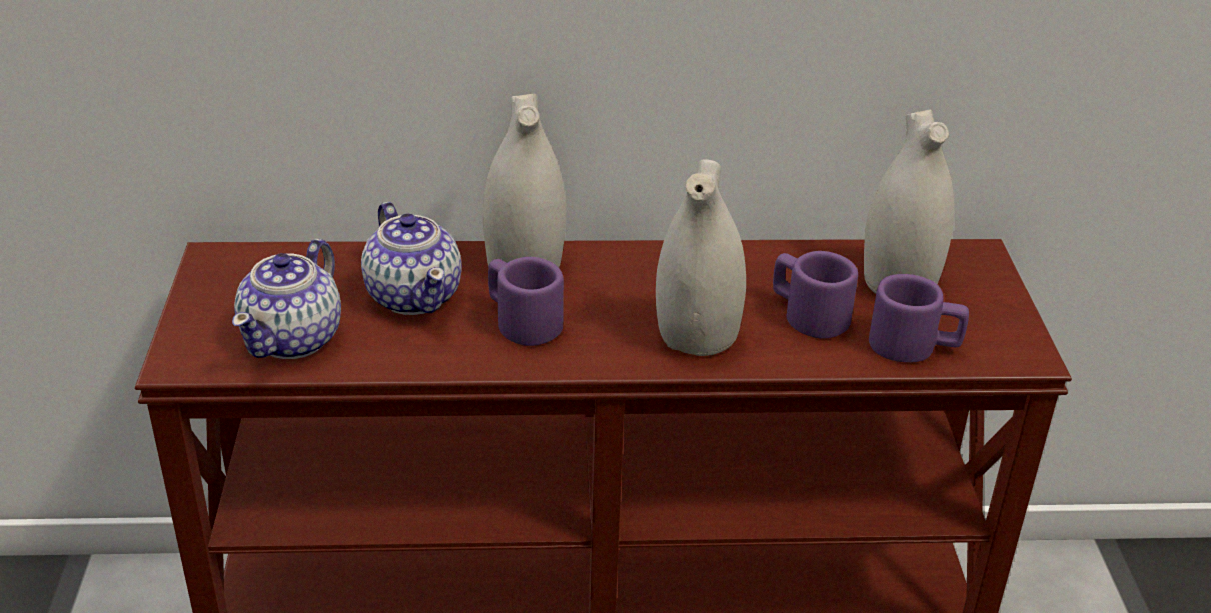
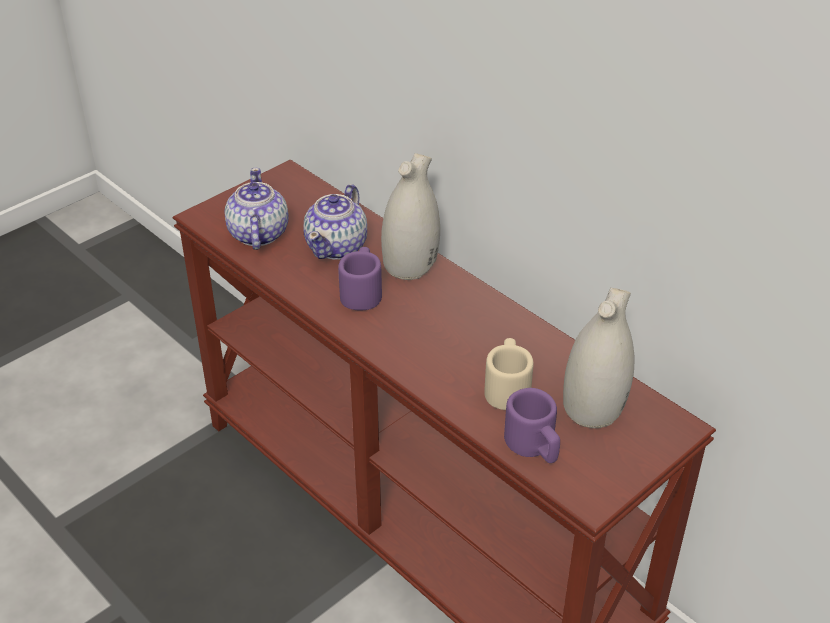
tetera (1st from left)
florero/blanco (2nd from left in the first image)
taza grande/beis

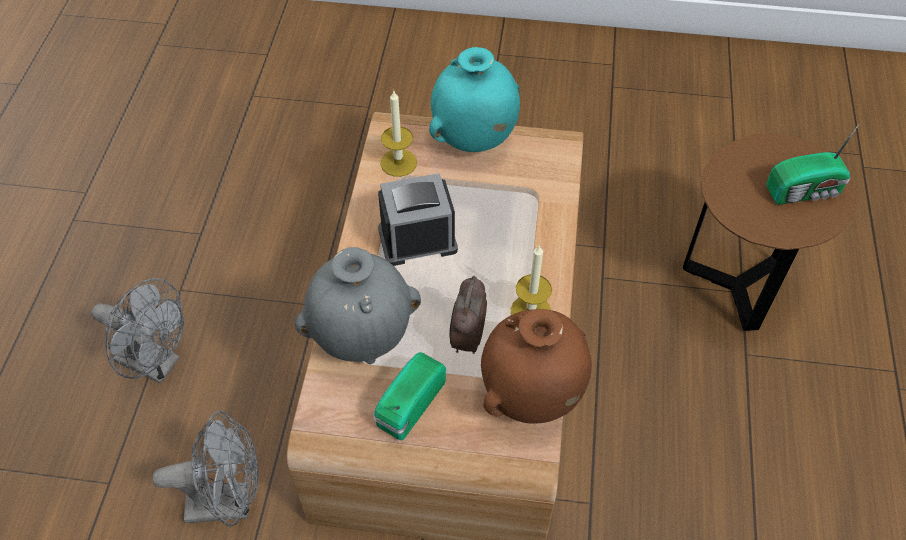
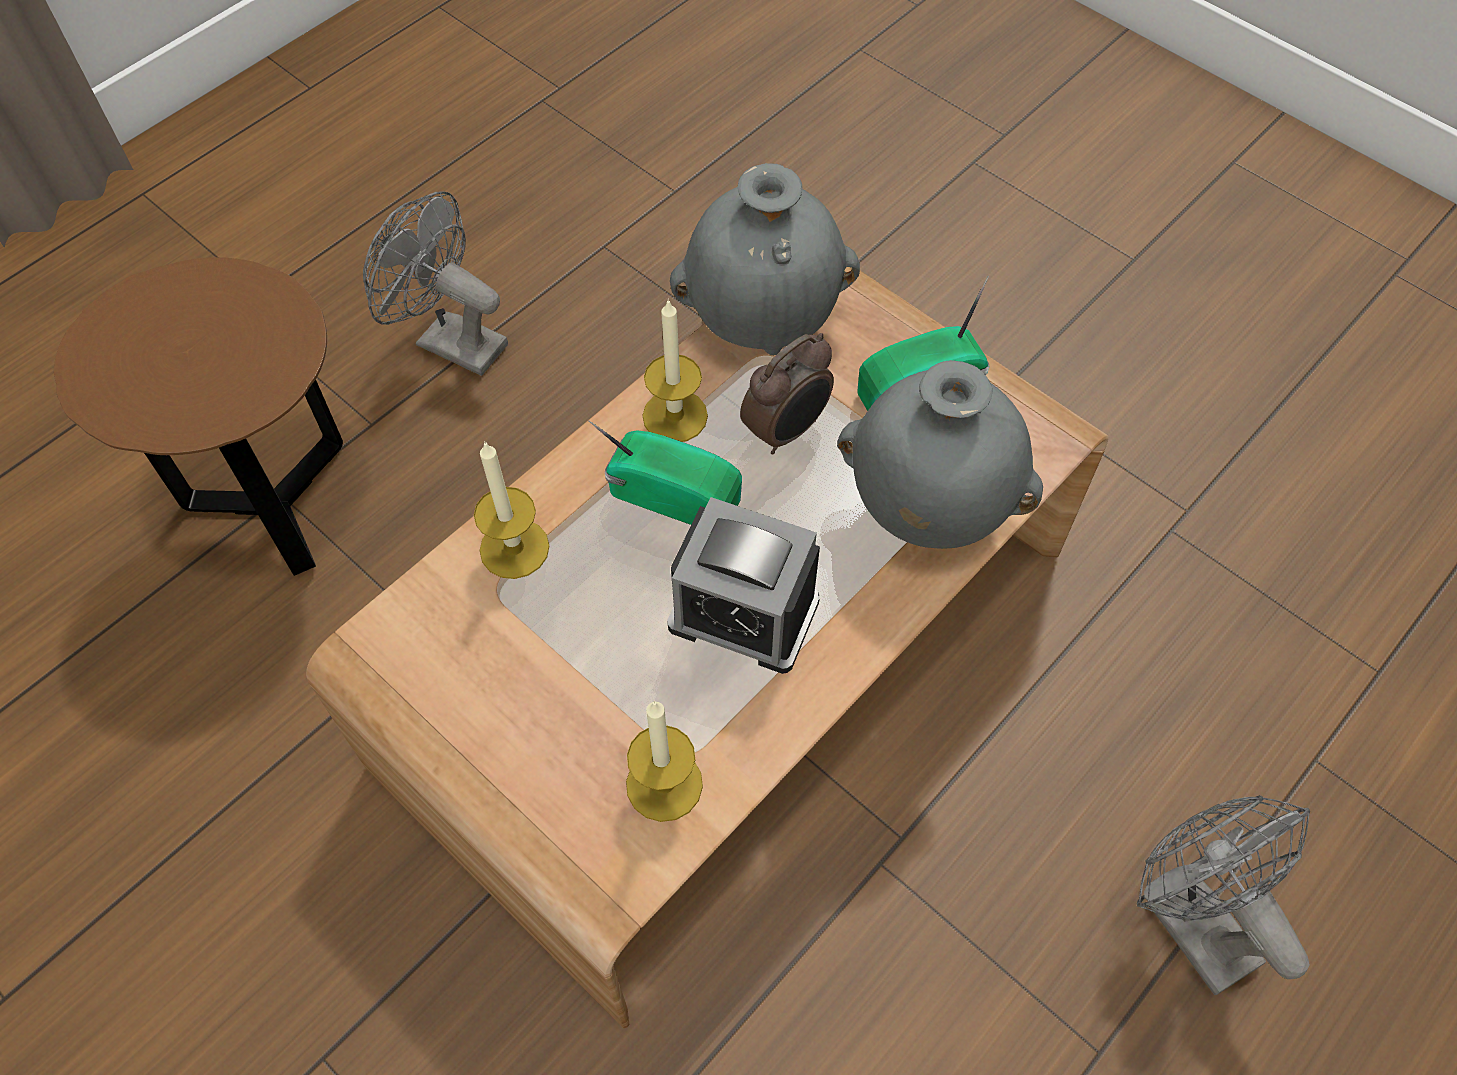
ventilador/gris (1st from left)
florero/turquesa
florero/gris (1st from left)
radio (1st from left)
vela (1st from left)

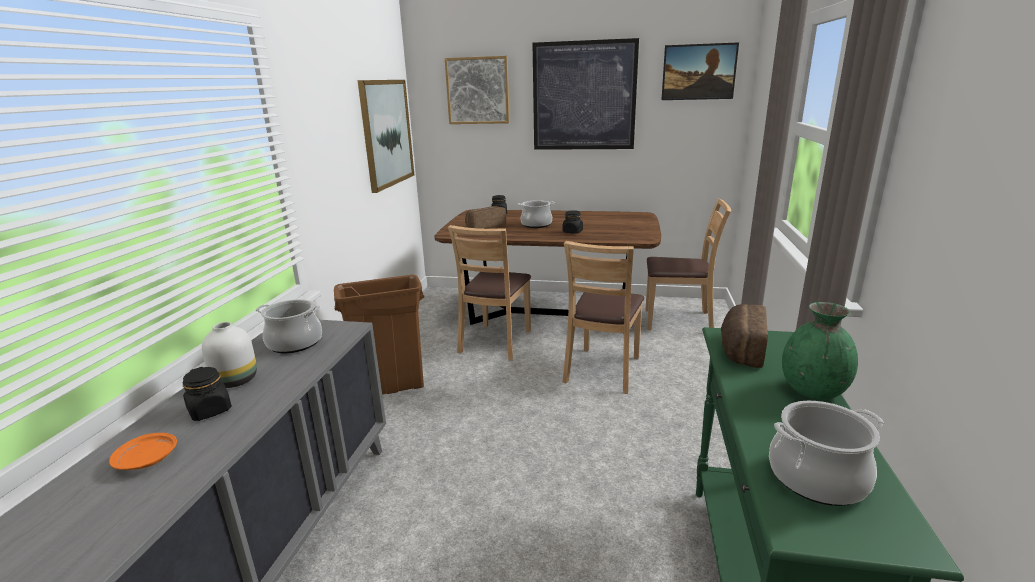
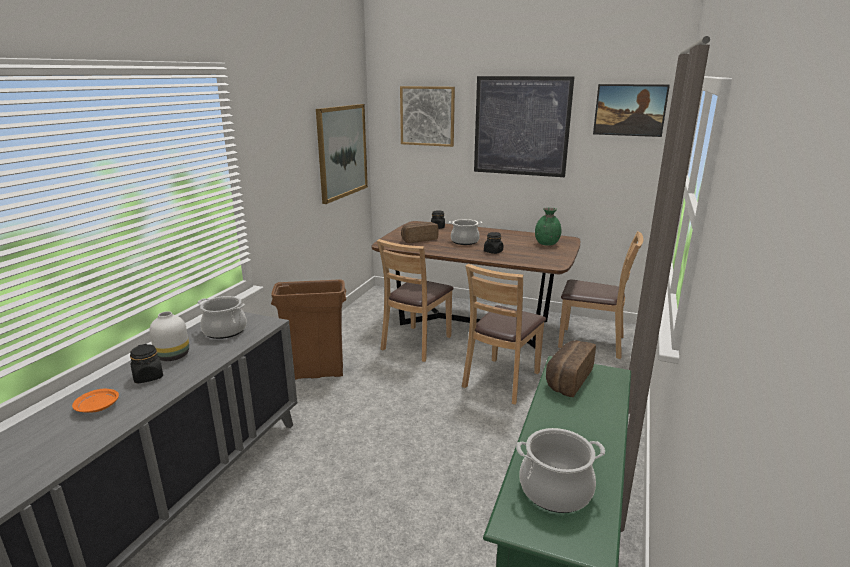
florero/verde

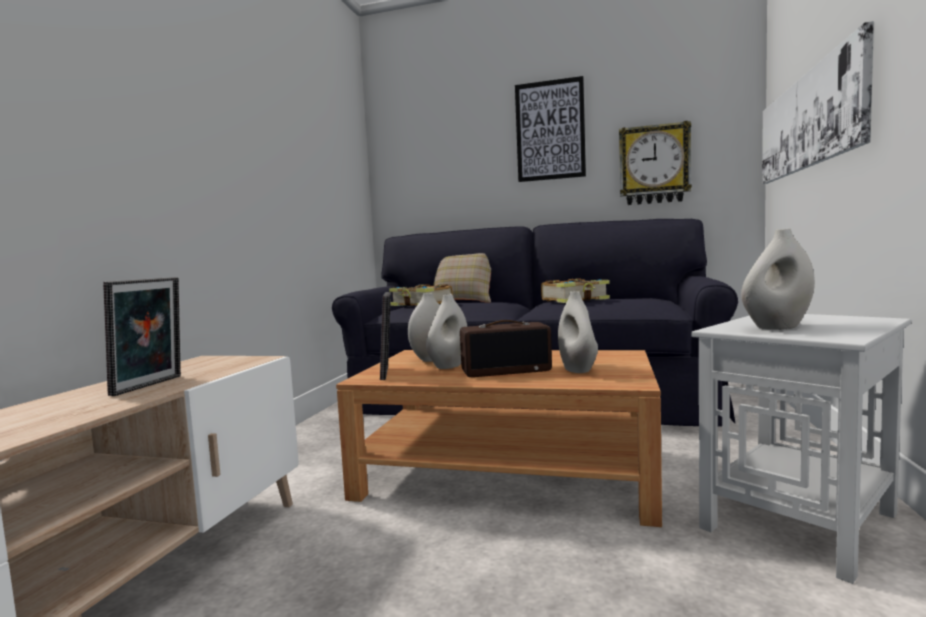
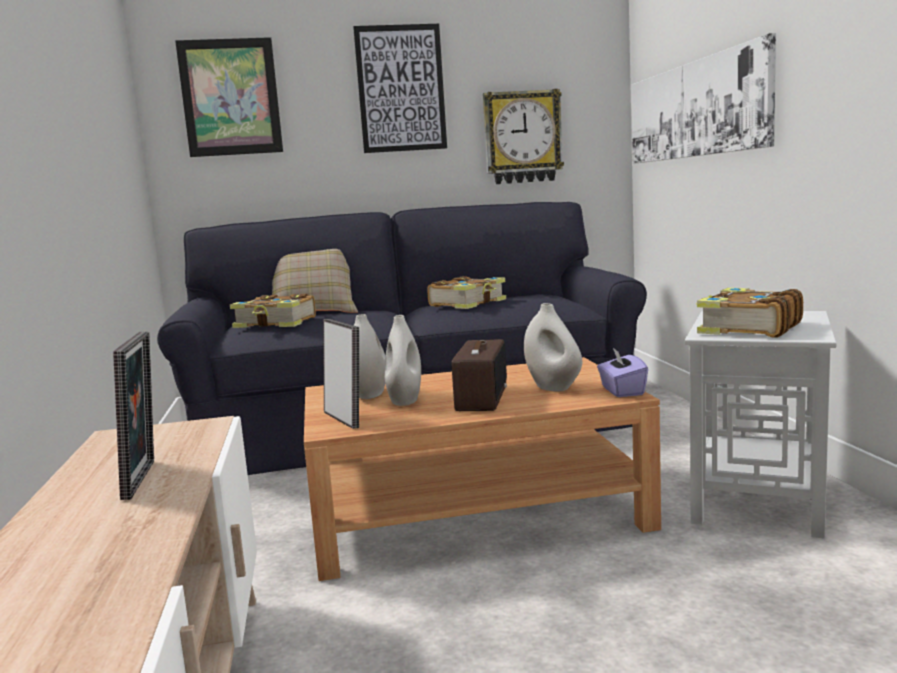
radio
libro (3rd from left)
cuadro (1st from left)
caja de pañuelos/morado

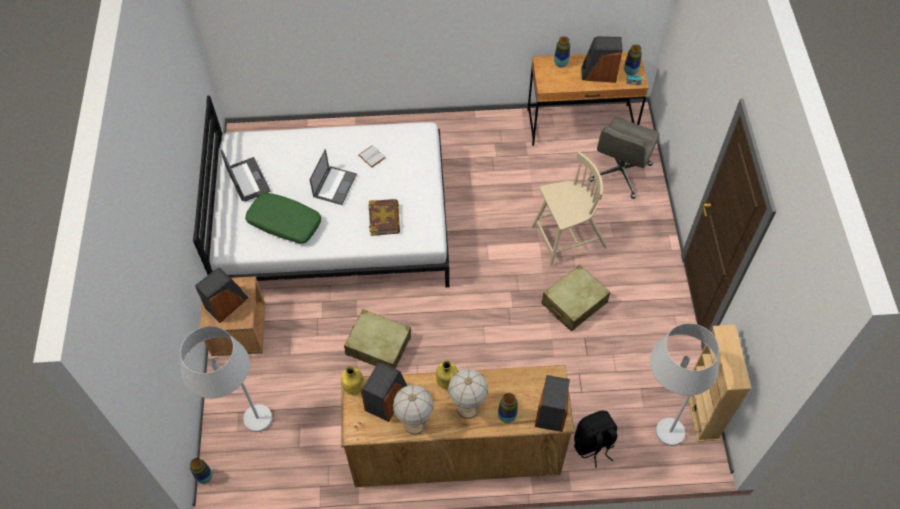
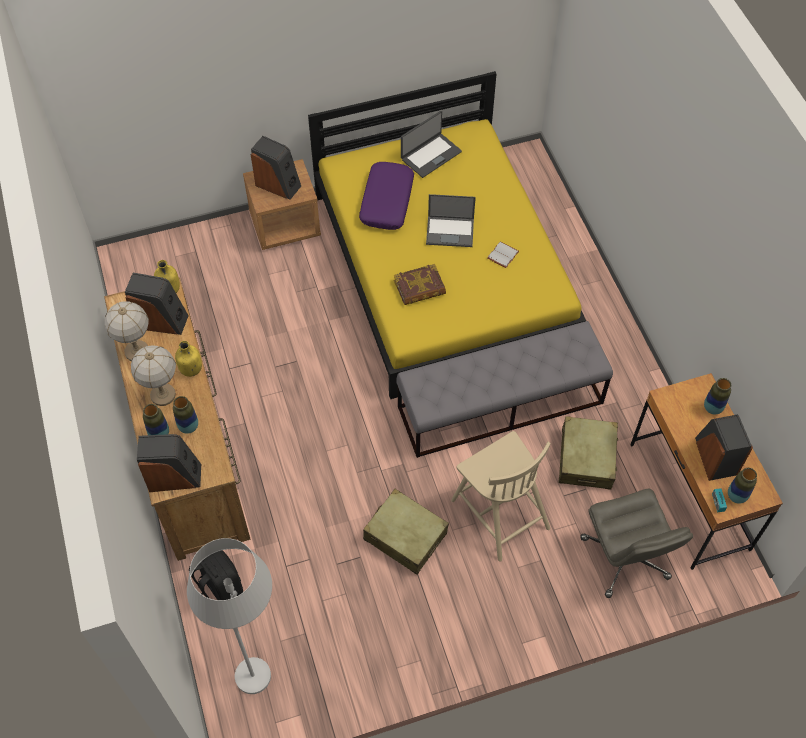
lámpara de pie/blanco (1st from left in the first image)
florero (2nd from left)
cama/amarillo
cojín/morado
maleta/beis (2nd from left)
silla de oficina/gris
estantería/beis
banco/gris

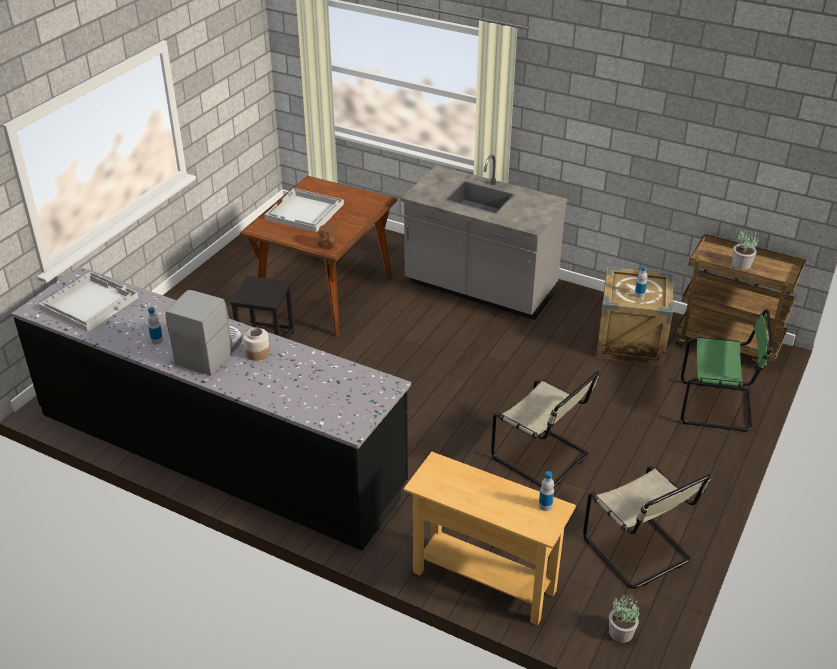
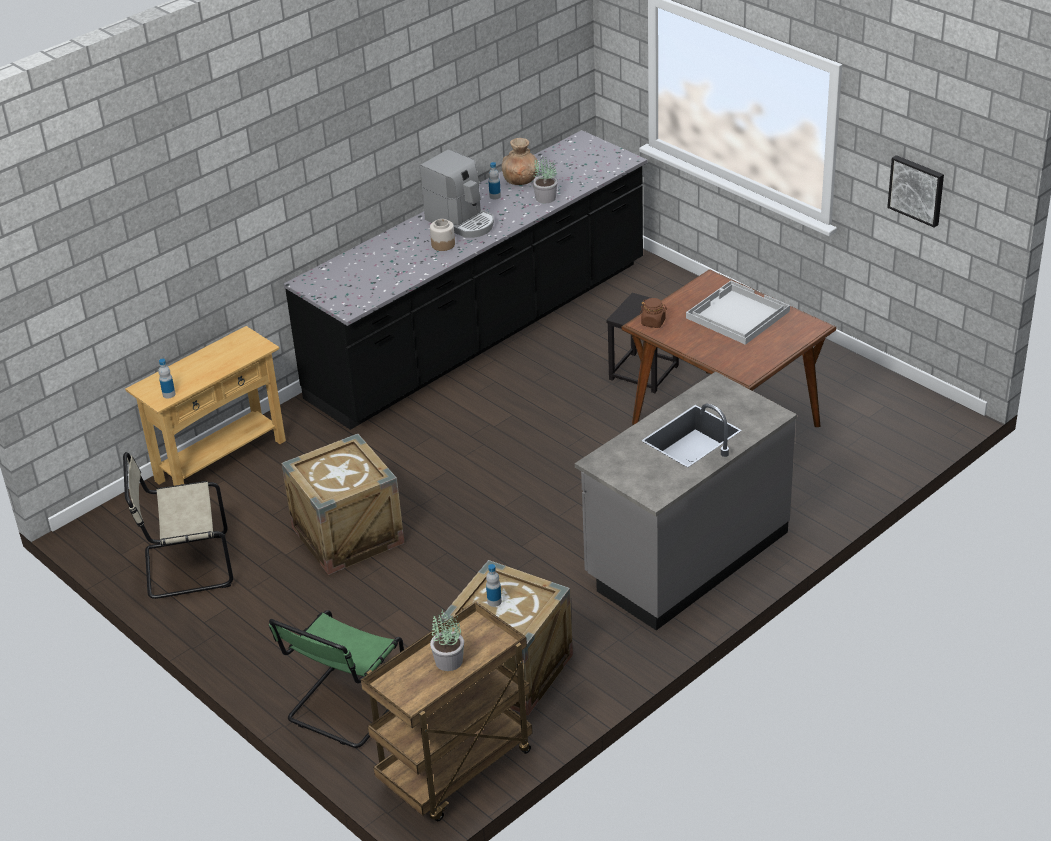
bandeja/blanco (1st from left in the first image)
caja de embalaje (1st from left)
planta en maceta (2nd from left)
florero/marrón
cuadro

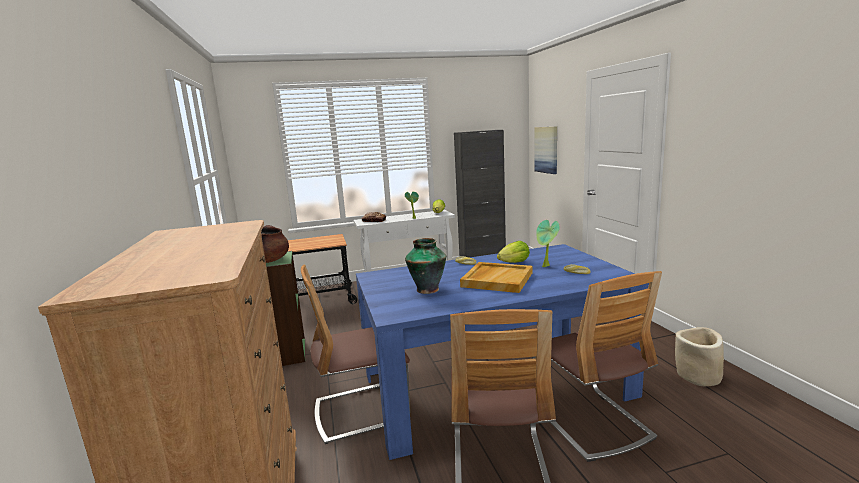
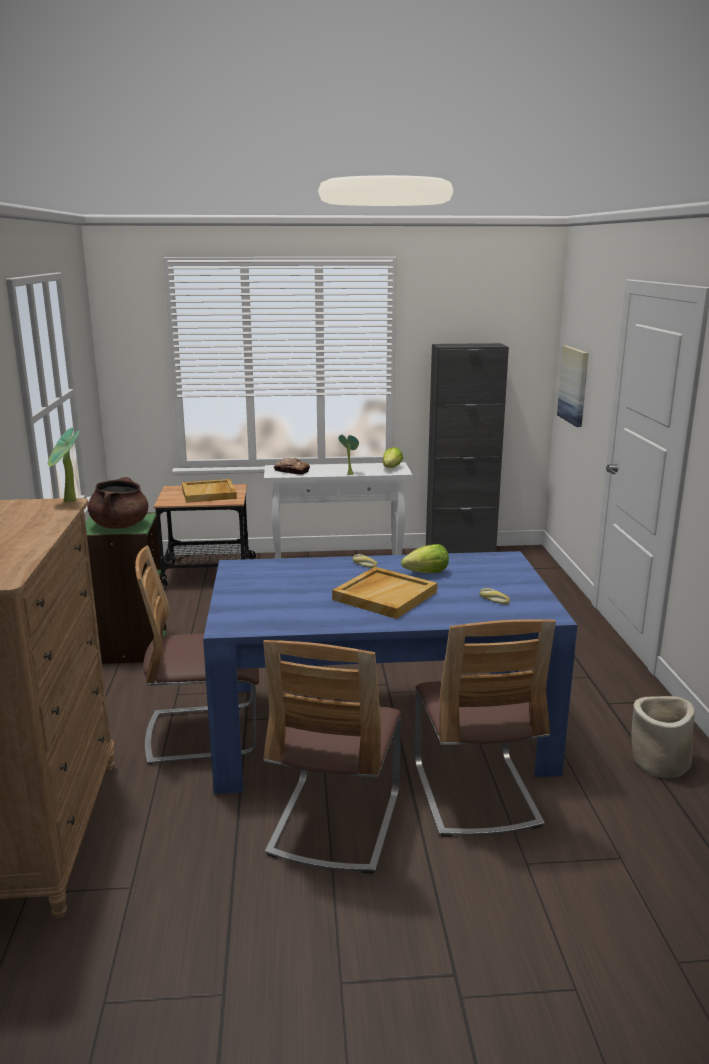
florero
planta en maceta (1st from left)
bandeja/beis (1st from left)

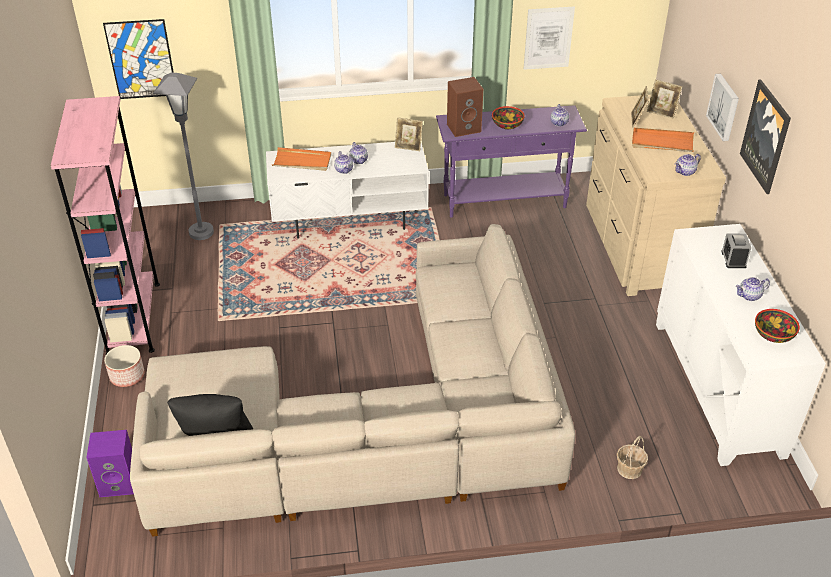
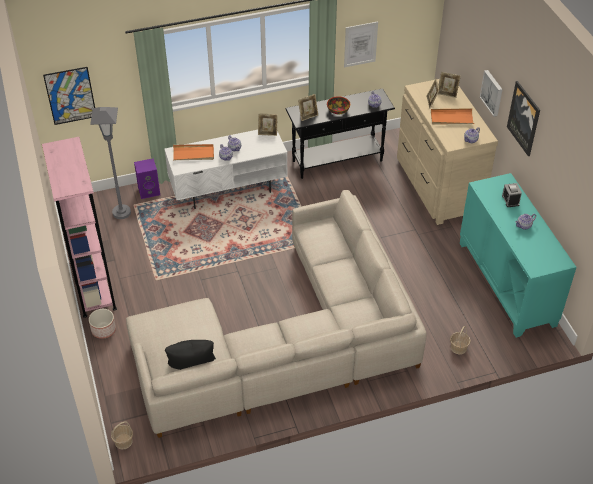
altavoz/morado
mesa consola/negro
portarretratos (2nd from left)
armario/turquesa
cuenco (2nd from left in the first image)
cesta (1st from left)

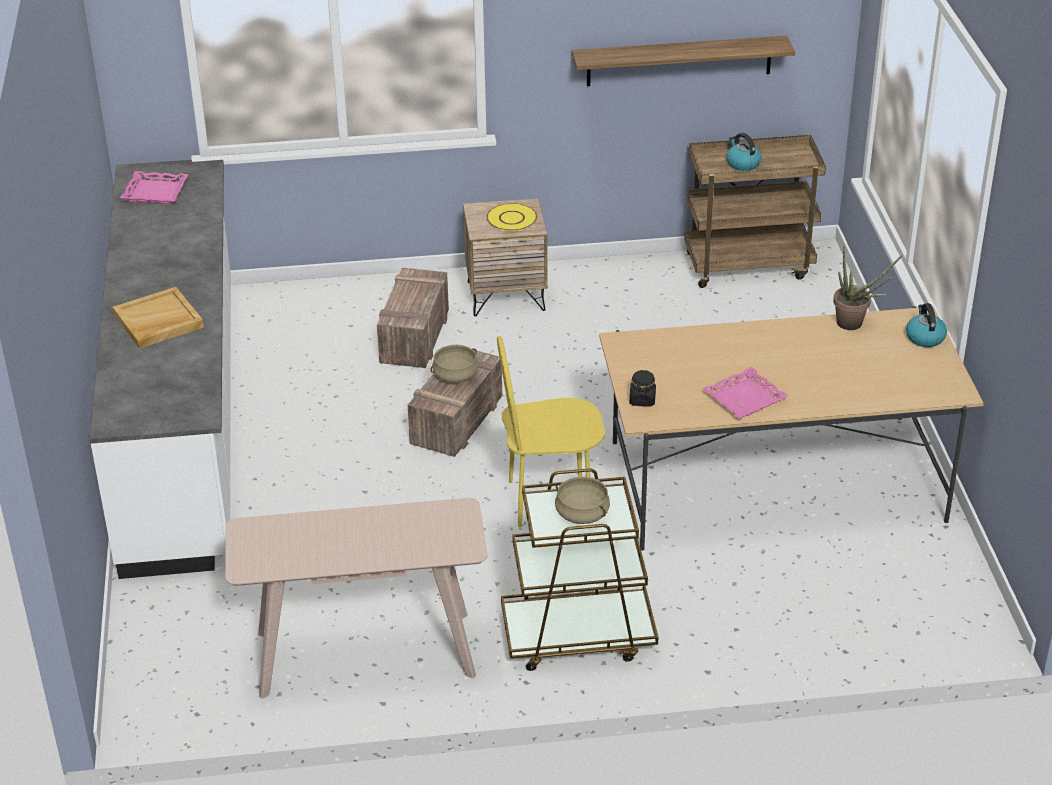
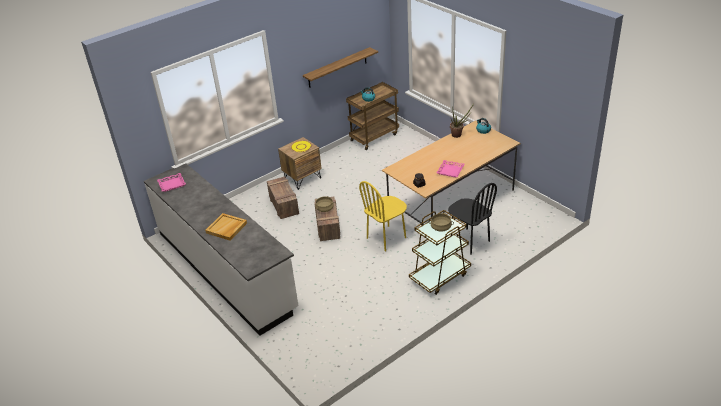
mesa consola/beis
silla/negro

